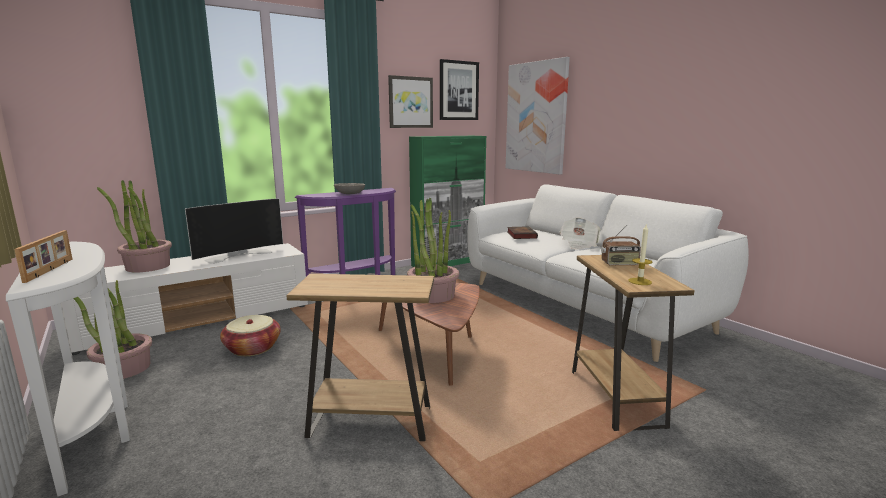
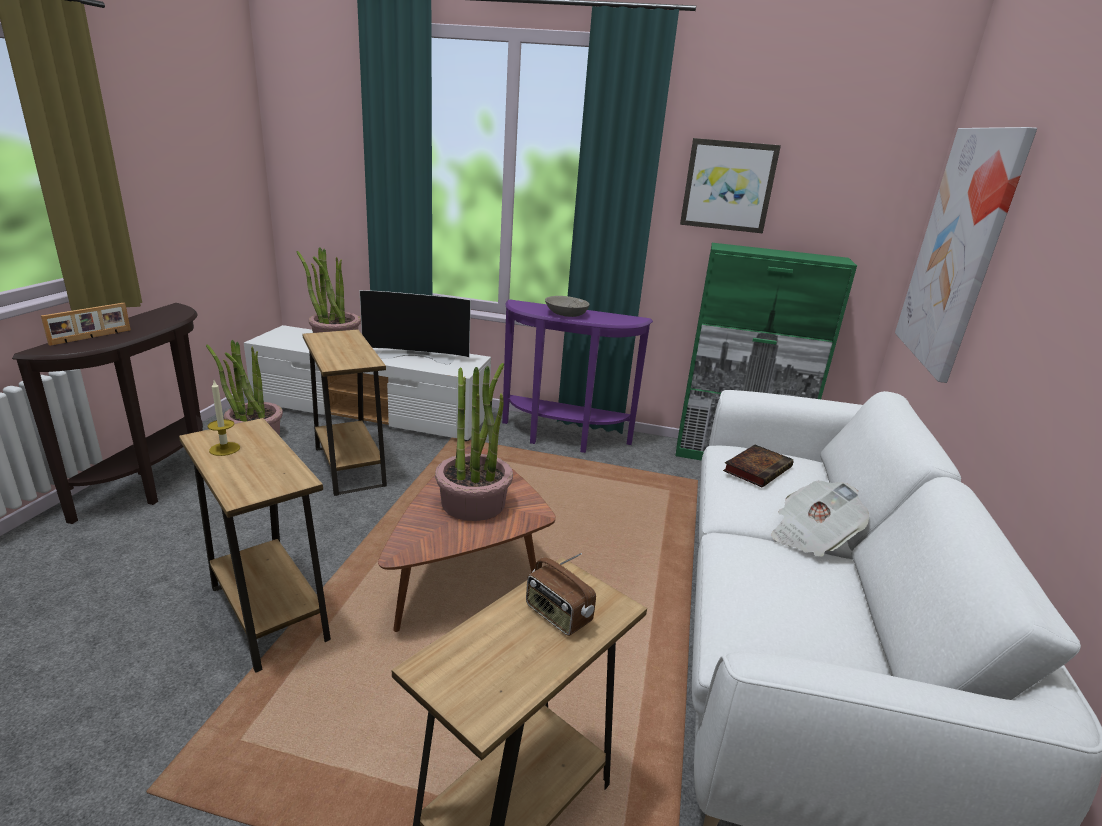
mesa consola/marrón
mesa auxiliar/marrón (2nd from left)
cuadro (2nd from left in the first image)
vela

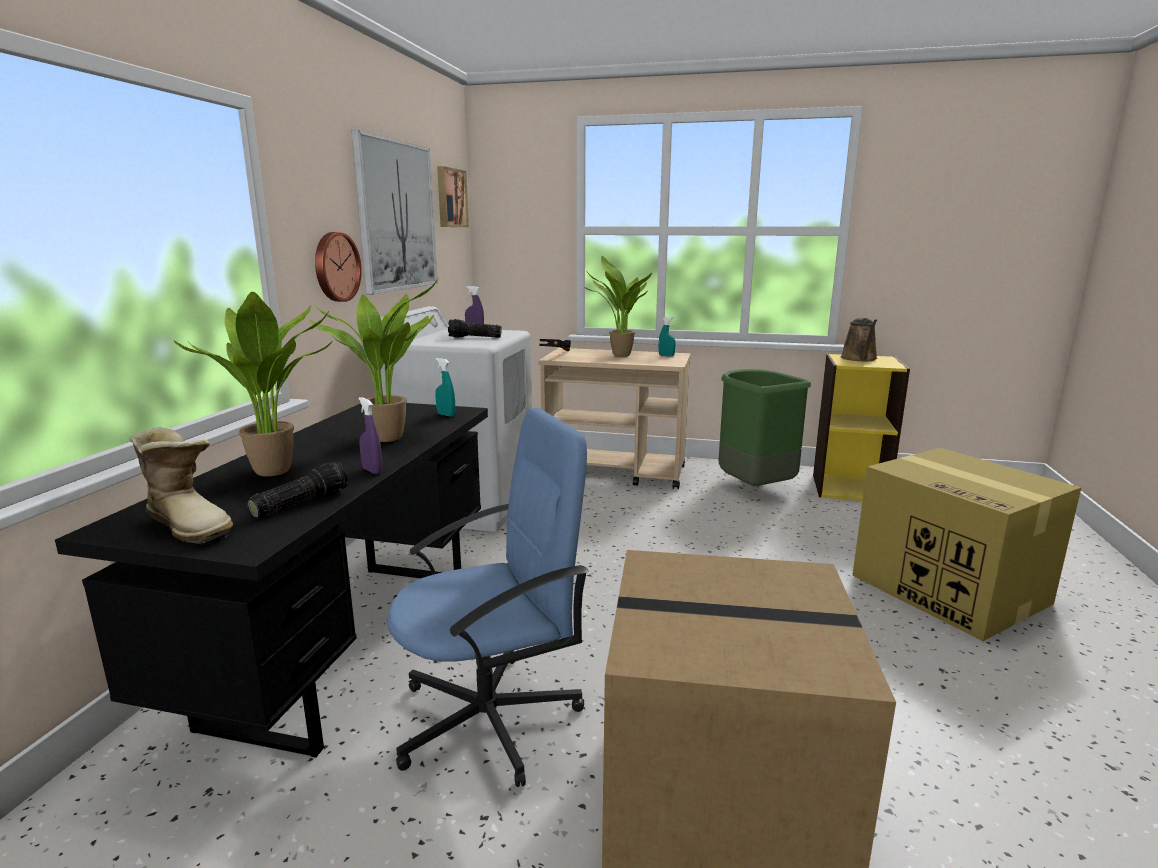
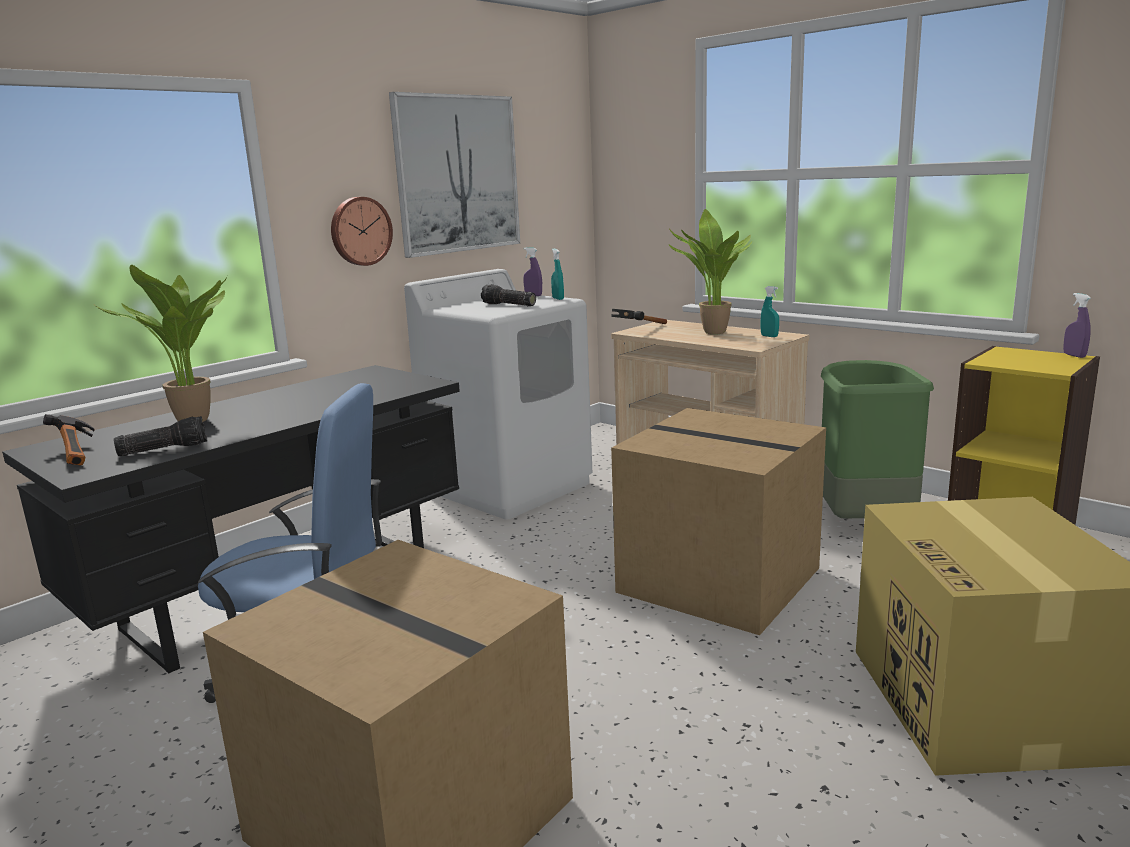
martillo (1st from left)
planta en maceta (2nd from left in the first image)
pulverizador/morado (2nd from left)
pulverizador/turquesa (1st from left)
cuadro (2nd from left in the first image)
regadera/marrón
caja de cartón (2nd from left)

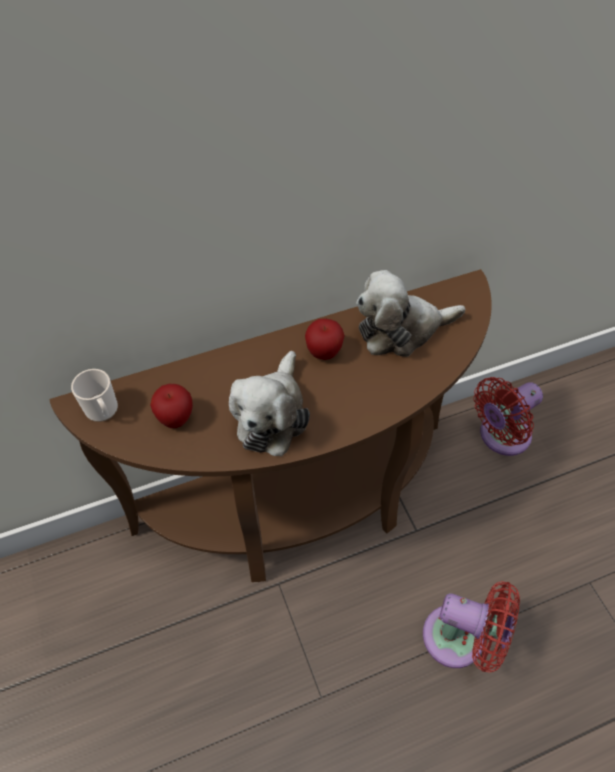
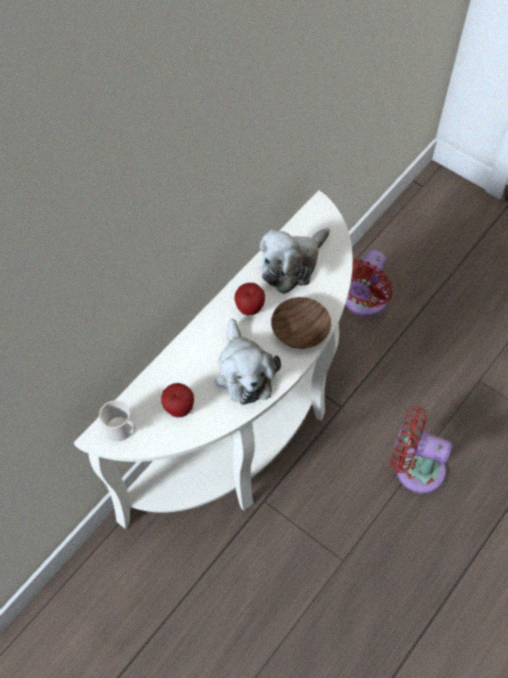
mesa consola/blanco
ventilador/rojo (2nd from left)
cuenco/marrón

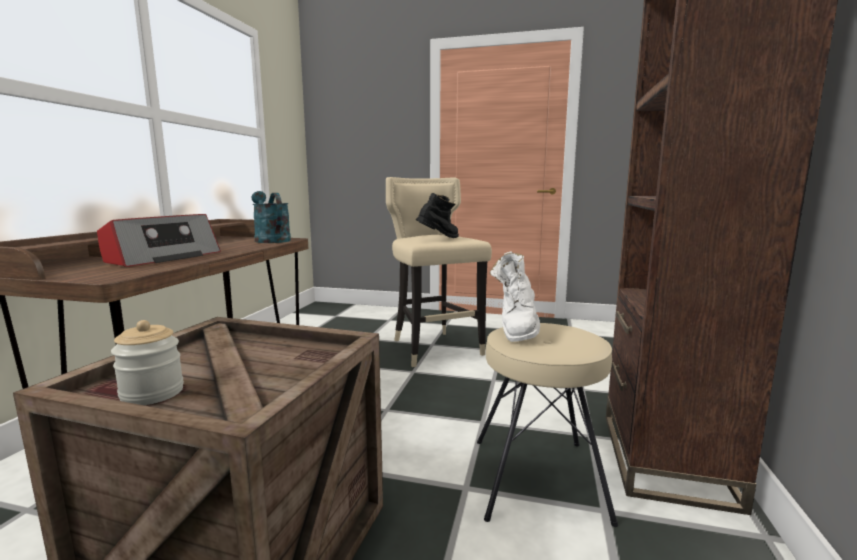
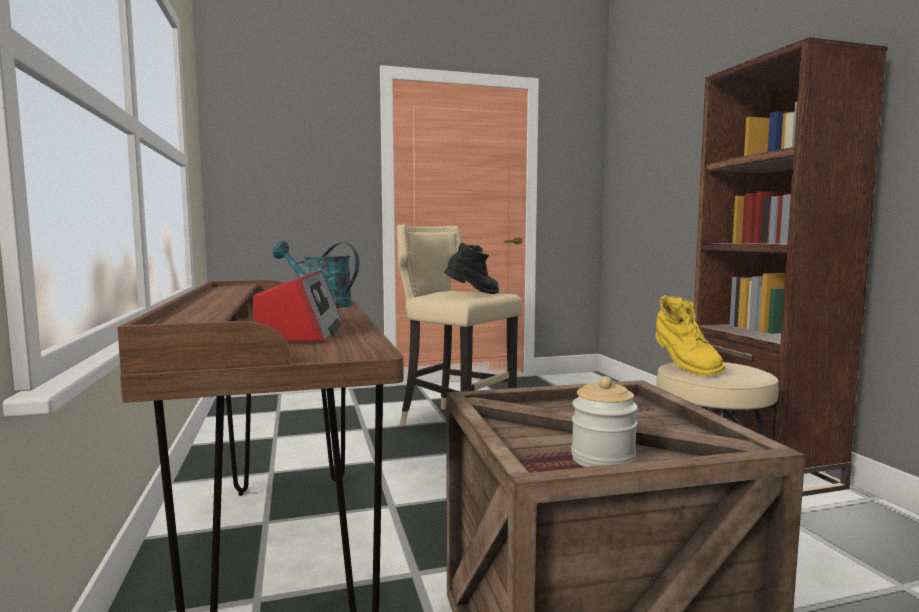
bota/negro
bota/amarillo

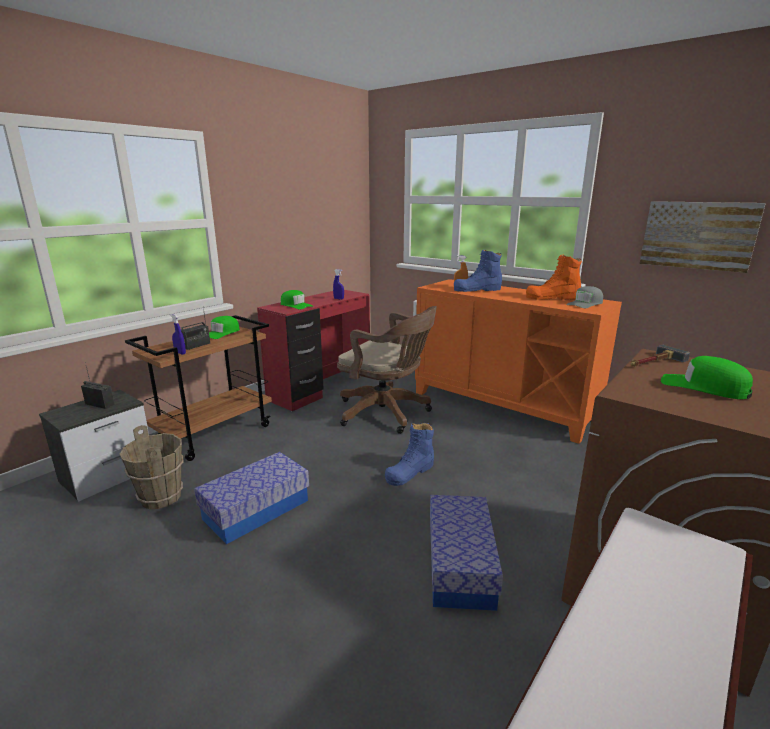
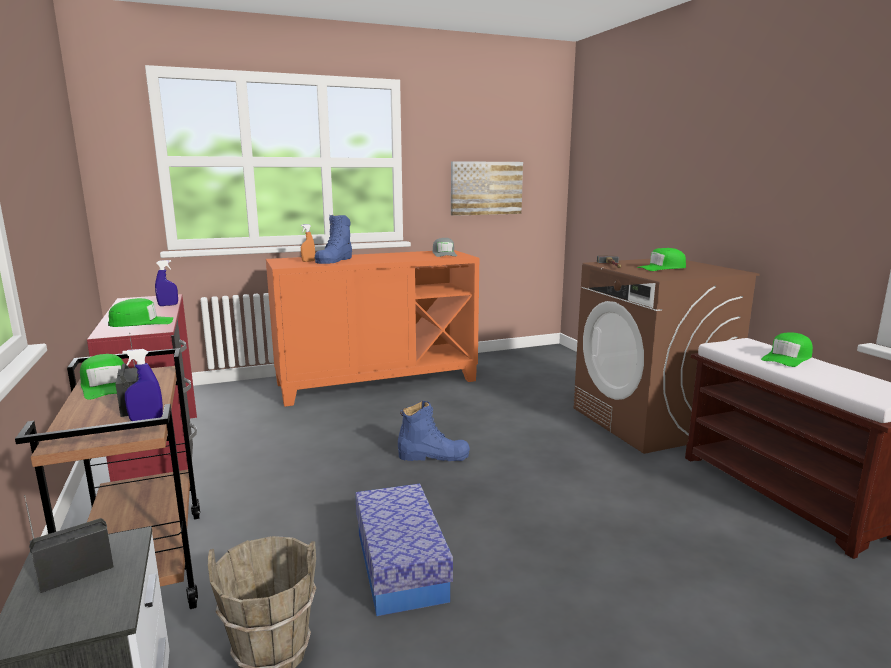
silla de oficina/marrón
bota/azul (2nd from left)
caja de almacenaje (2nd from left in the first image)
bota/naranja
gorra/verde (4th from left)

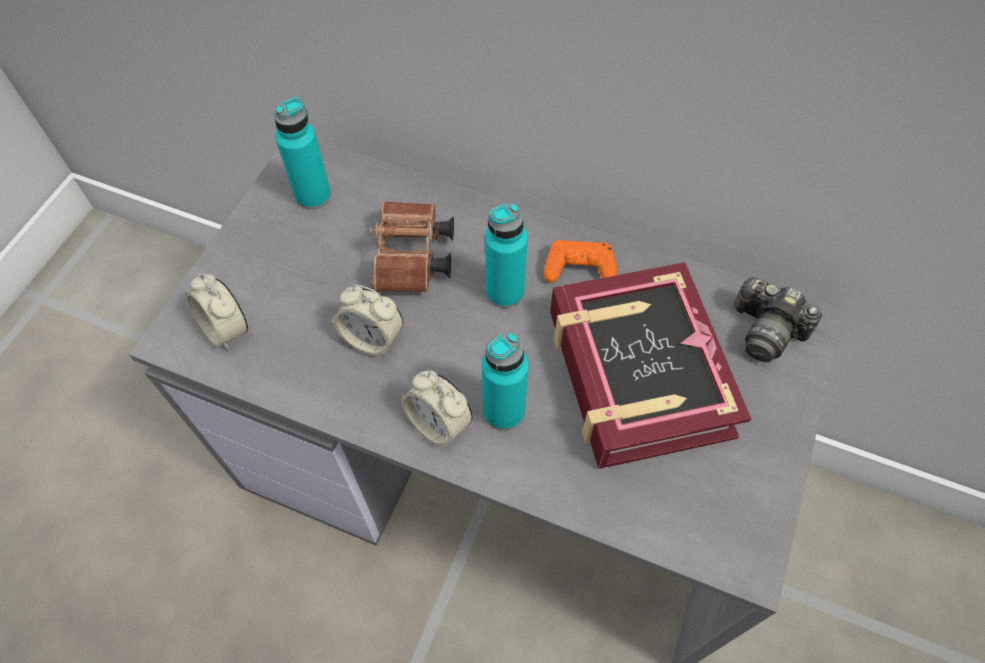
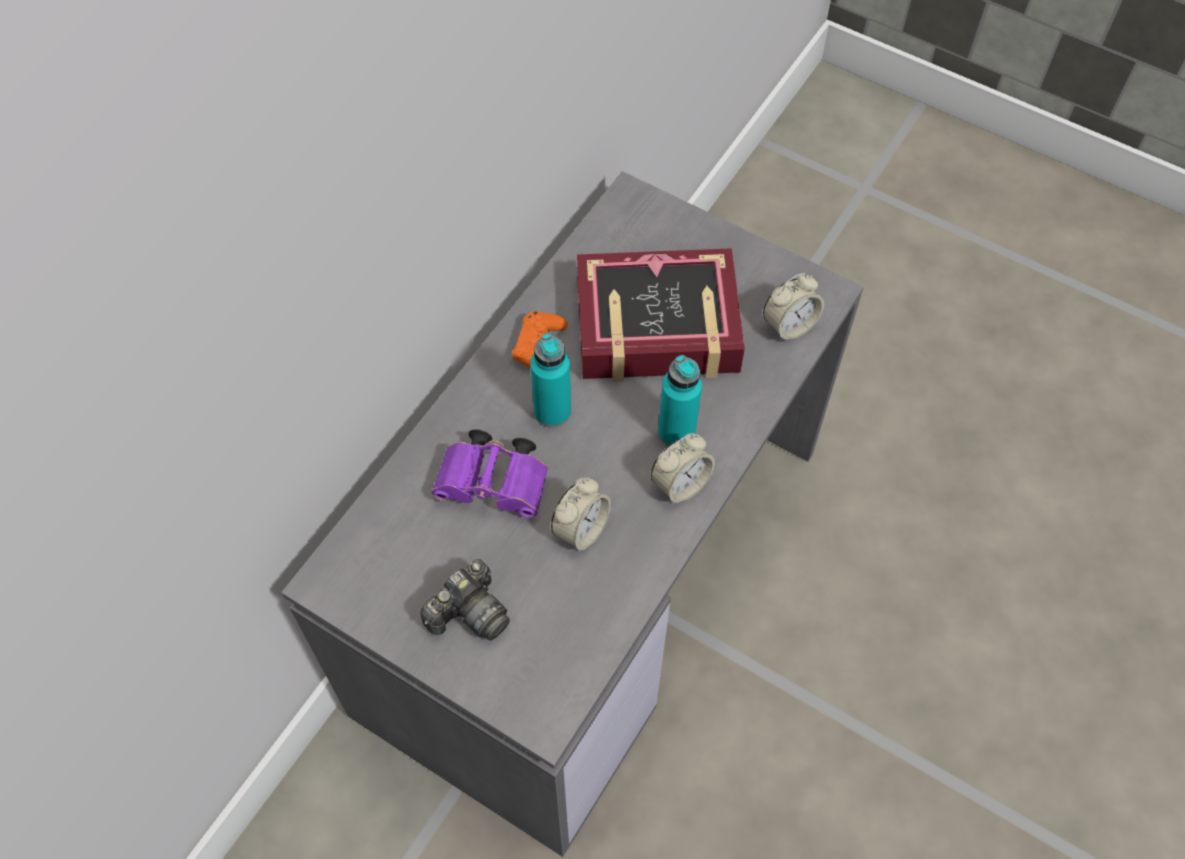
despertador (3rd from left)
botella/turquesa (1st from left in the first image)
prismáticos/morado
cámara

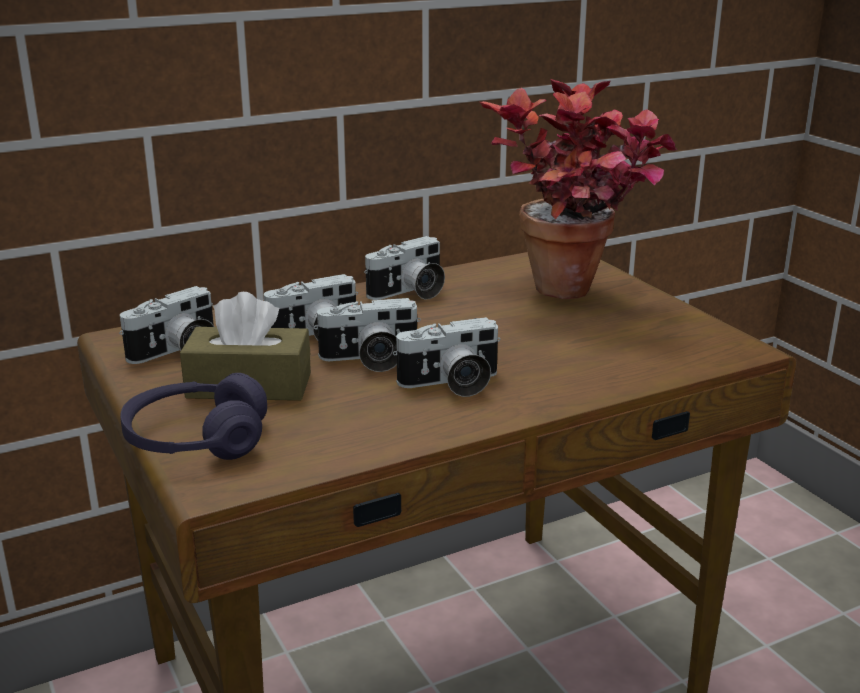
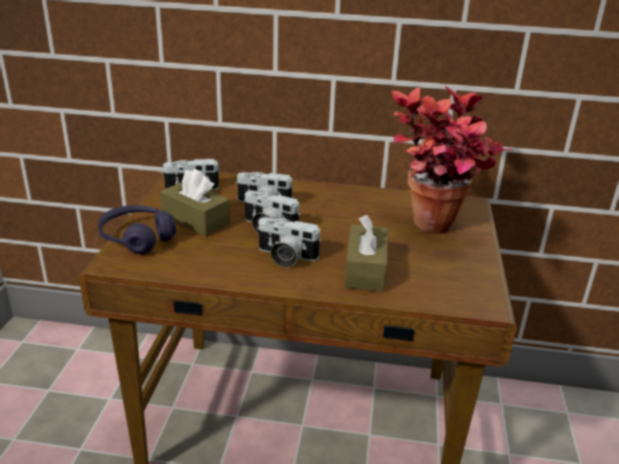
cámara (4th from left in the first image)
caja de pañuelos/marrón (2nd from left)

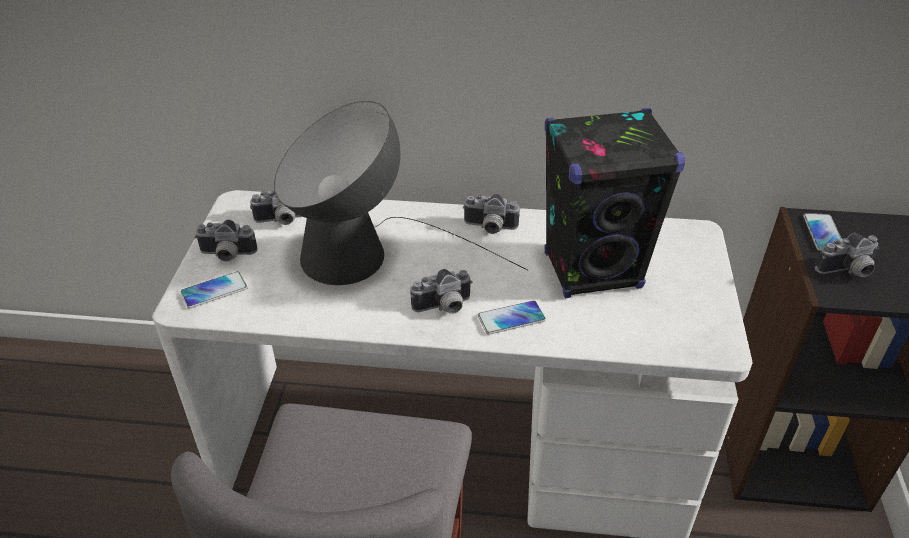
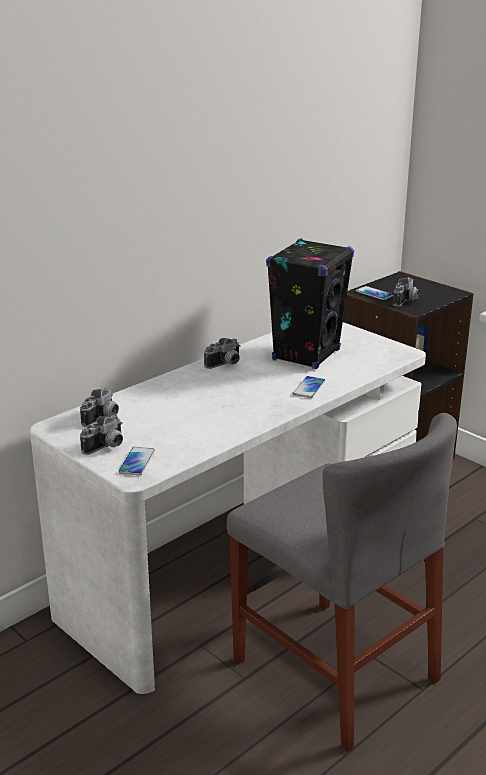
lámpara de mesa
cámara (3rd from left in the first image)

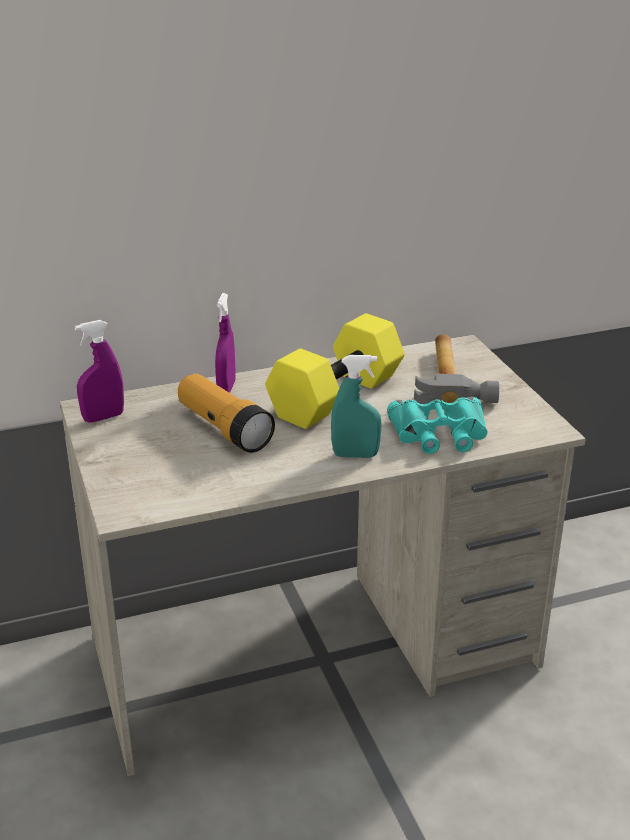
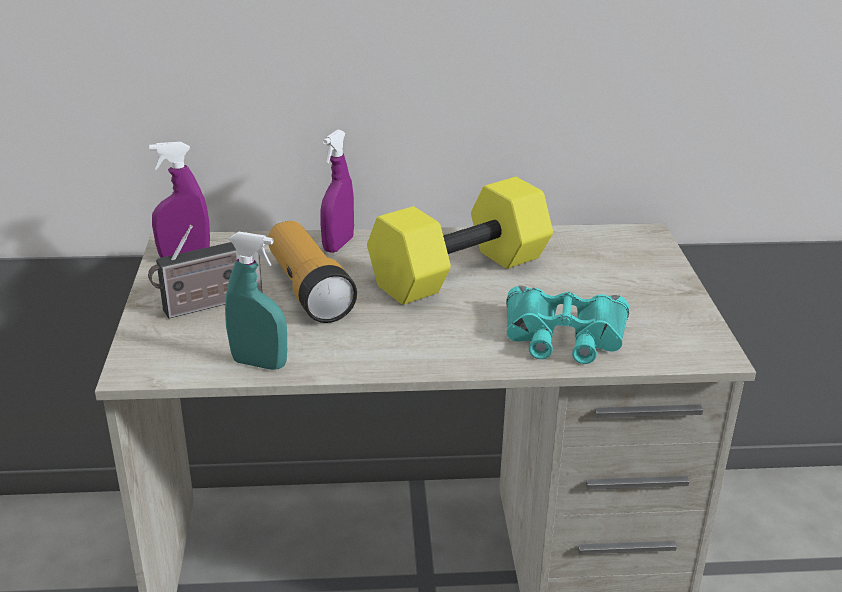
pulverizador/turquesa
martillo
radio

